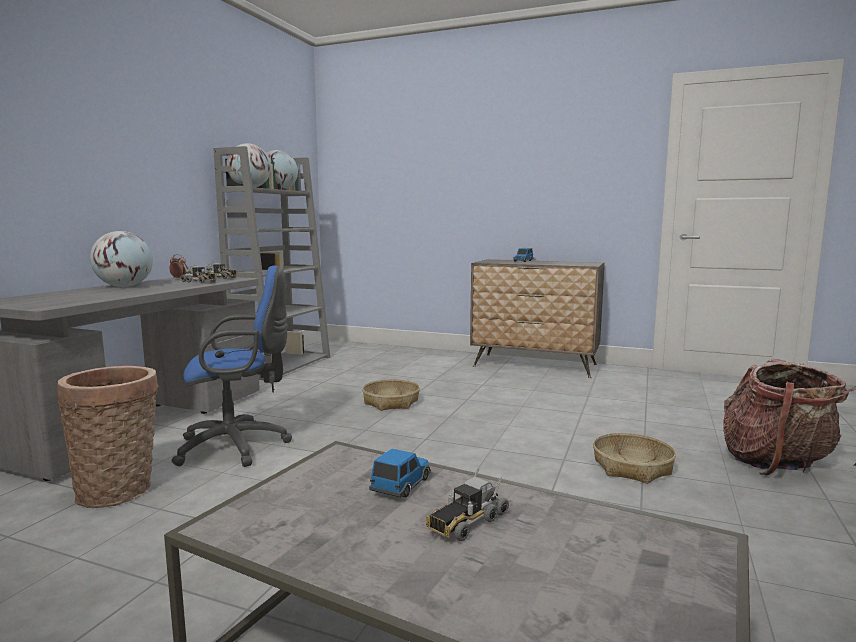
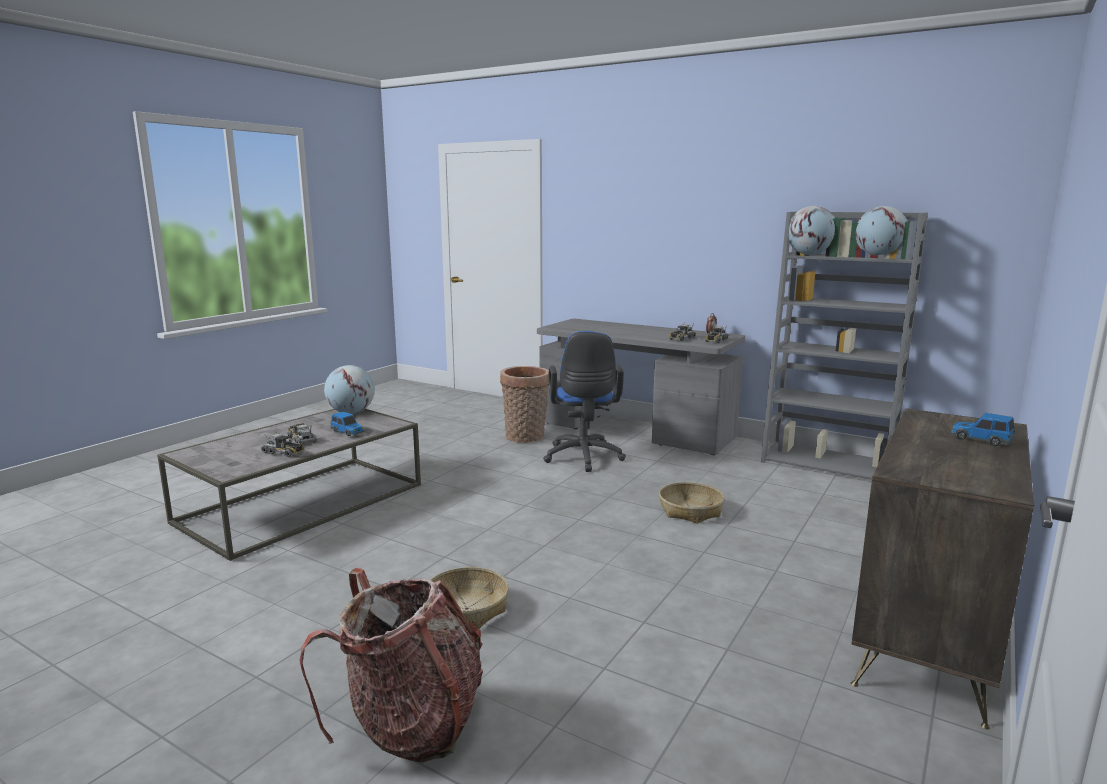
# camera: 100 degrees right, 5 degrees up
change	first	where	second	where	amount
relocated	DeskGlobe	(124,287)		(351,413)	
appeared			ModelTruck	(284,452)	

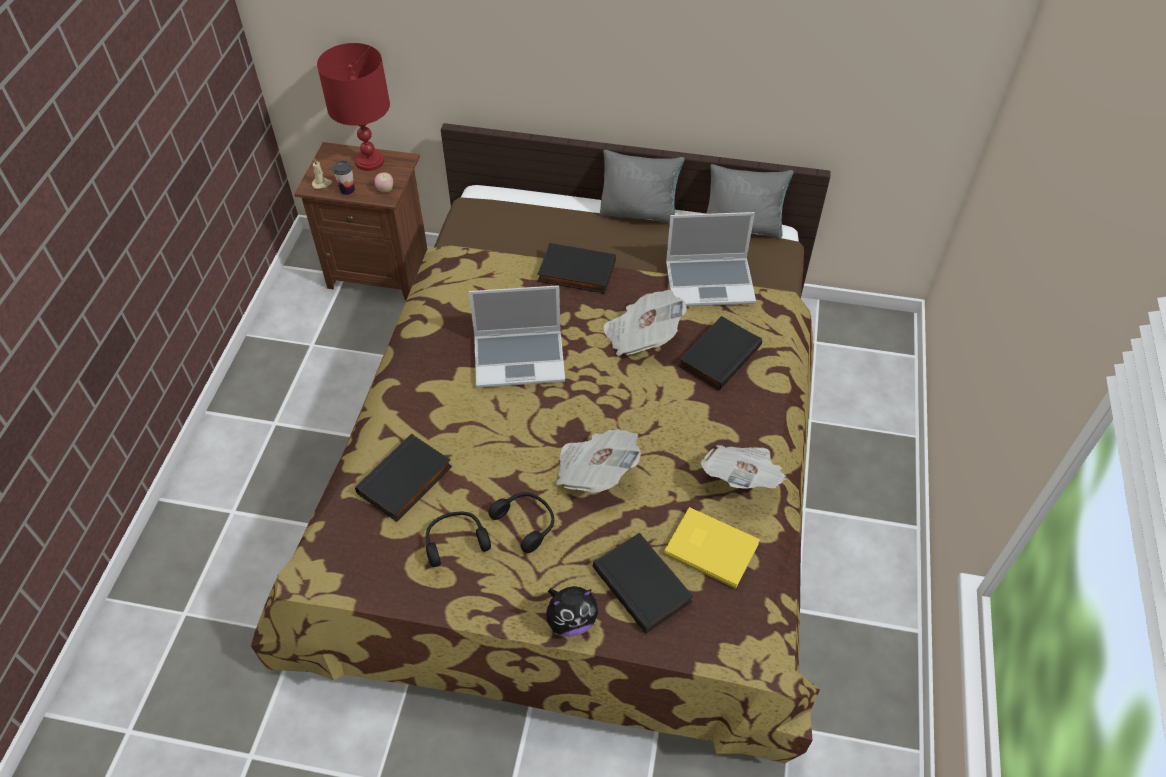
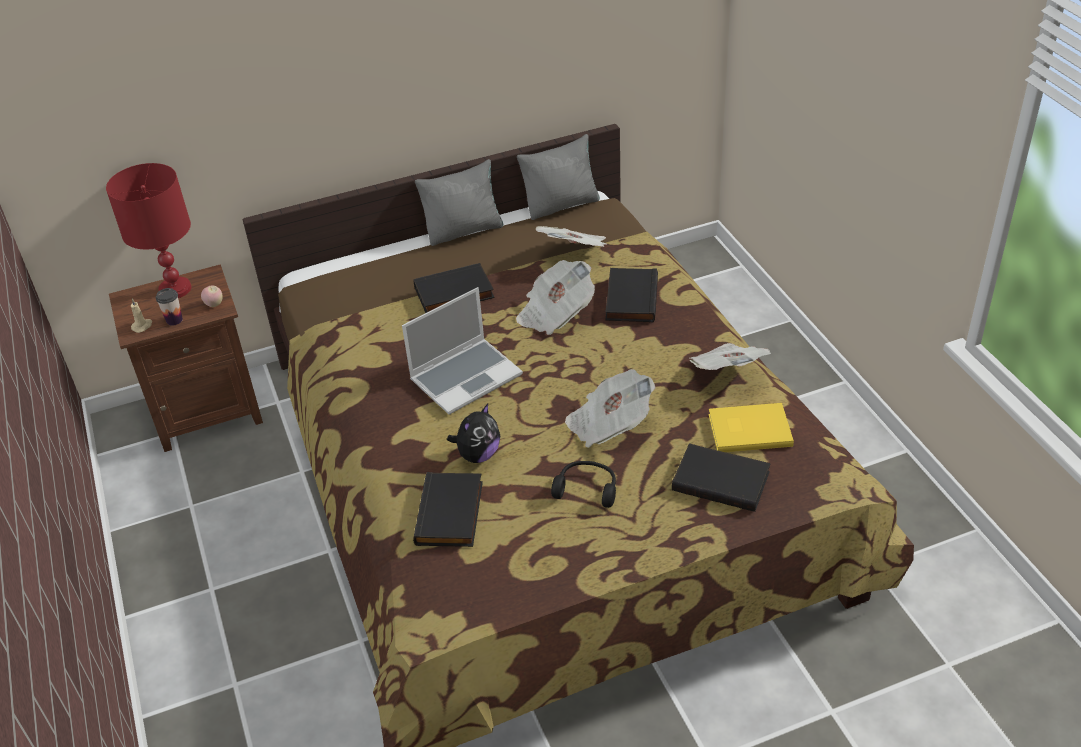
# camera: 30 degrees left, 10 degrees down
change	first	where	second	where	amount
exchanged	NotebookComputer	(710,282)	DailyPaper	(575,252)	
missing	BlackHeadset	(455,541)			
relocated	CuddlyToy	(571,621)		(478,454)	

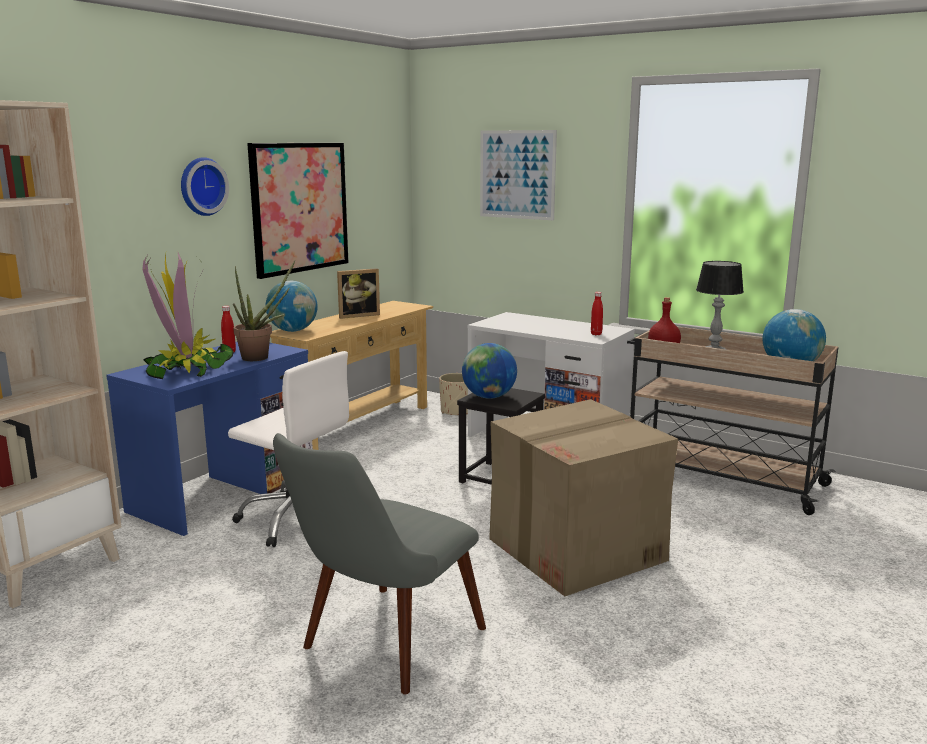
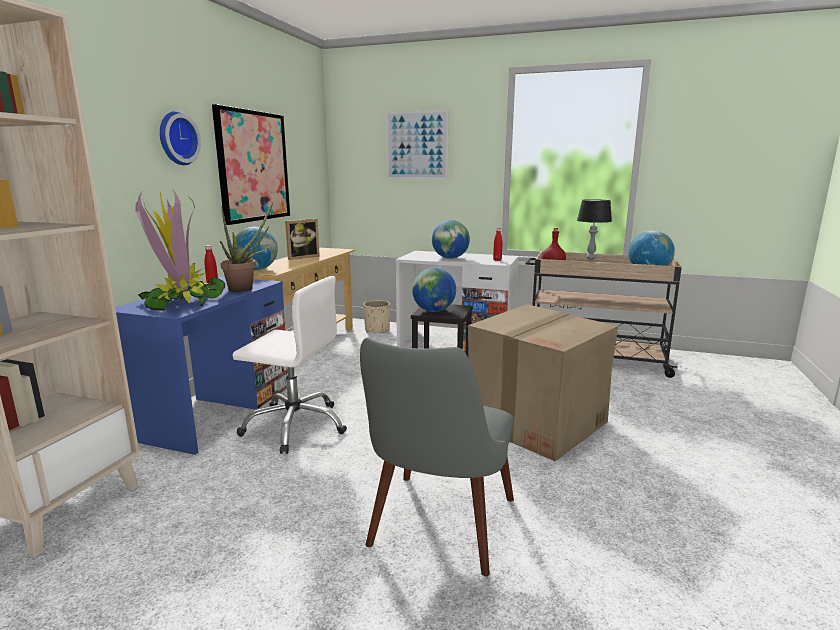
# camera: 15 degrees left, 0 degrees up
change	first	where	second	where	amount
appeared			DeskGlobe	(450,258)	

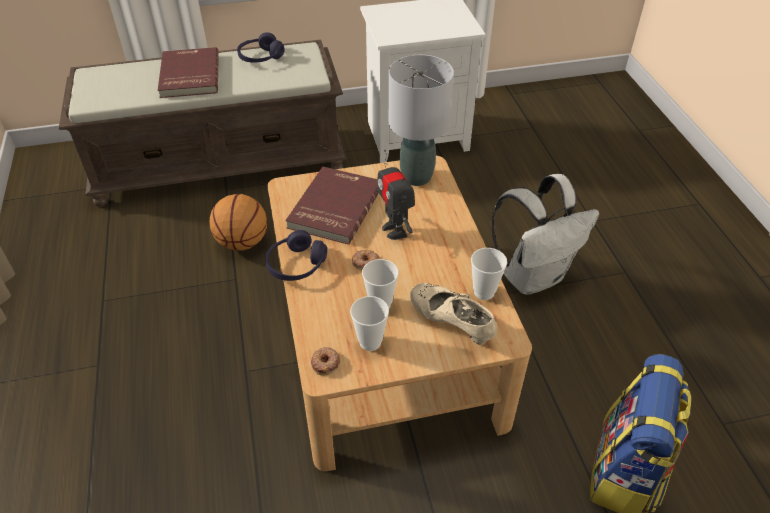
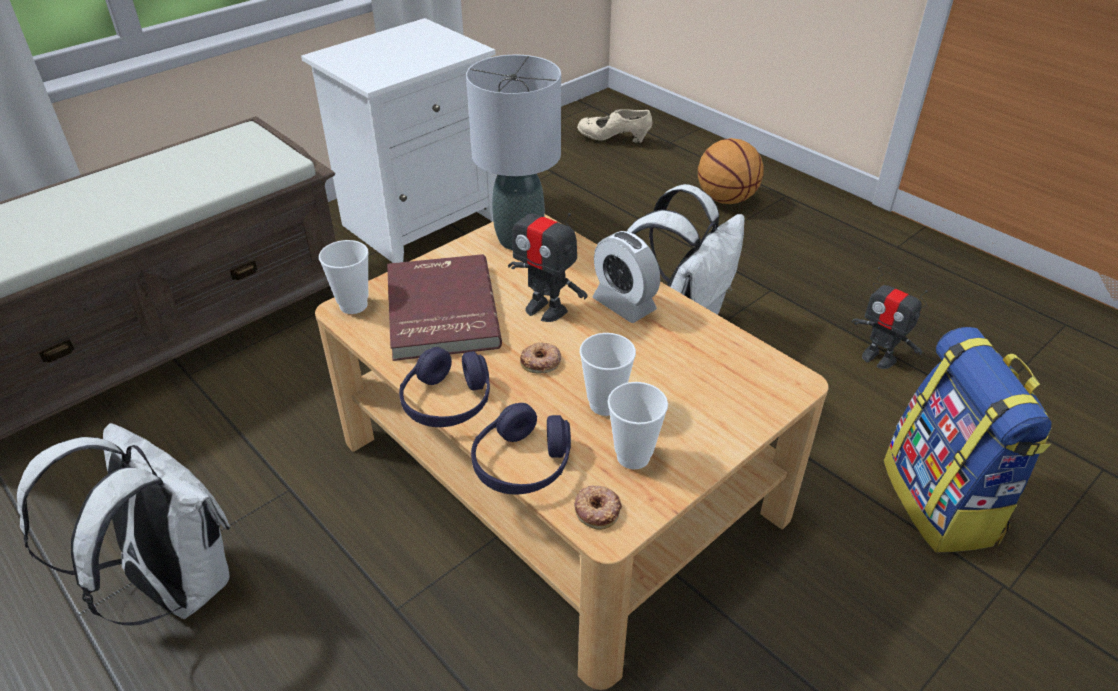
# camera: 30 degrees left, 5 degrees down
change	first	where	second	where	amount
relocated	PurpleColouredHeadset	(261,57)		(522,464)	
missing	ReddishVolume	(188,75)			
relocated	Basketball	(243,242)		(726,199)	
relocated	Cup	(484,292)		(353,305)	
relocated	BeigeLowShoe	(451,324)		(613,139)	
appeared			AlarmClock	(624,304)	
appeared			ToyRobot	(878,358)	
appeared			WhiteColouredKnapsack	(173,585)	

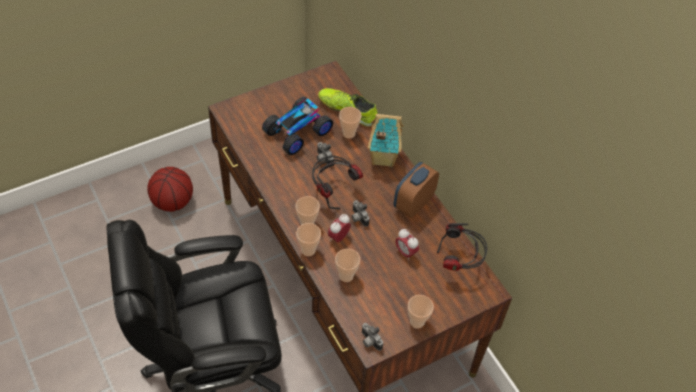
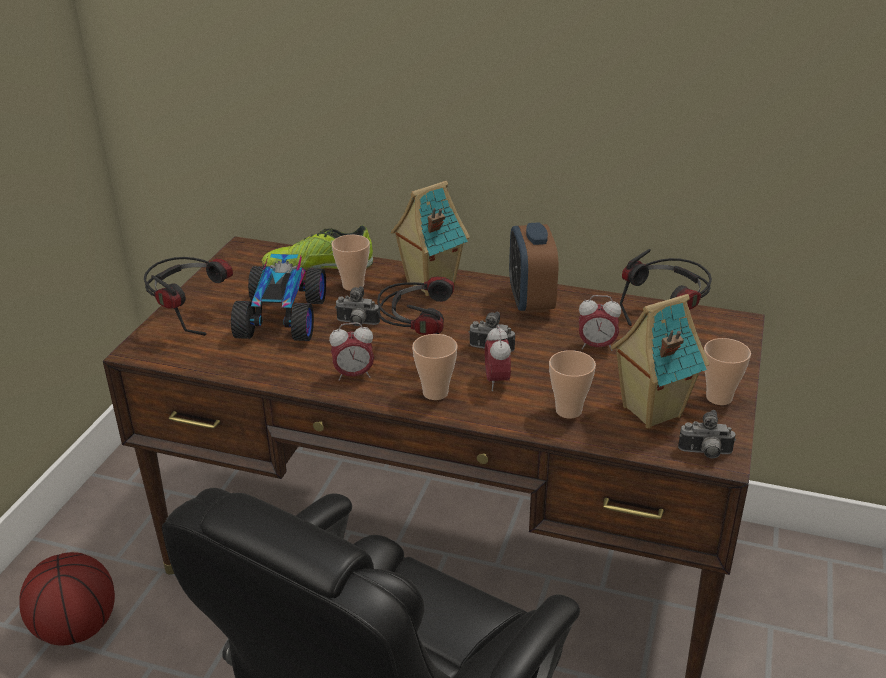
# camera: 40 degrees left, 20 degrees down
change	first	where	second	where	amount
missing	Cup	(308,250)			
appeared			Headset	(190,318)	
appeared			ModelHouse	(649,411)	
appeared			AlarmClock	(353,375)	

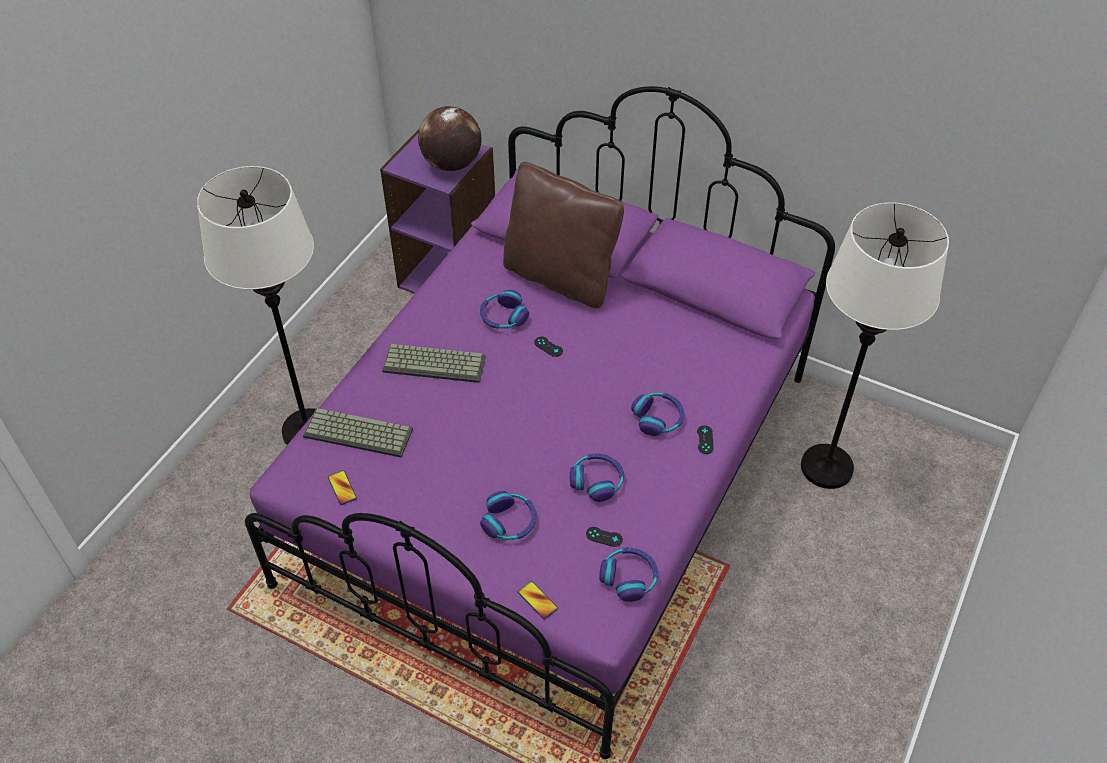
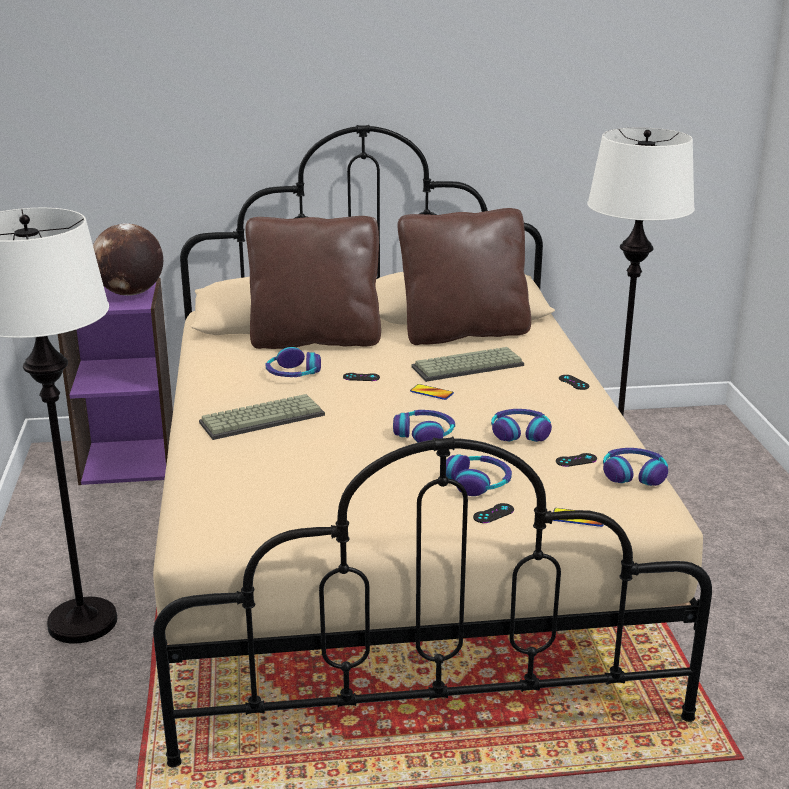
# camera: 35 degrees left, 25 degrees down
change	first	where	second	where	amount
colour	PurpleColouredBedroomBed	(554,476)	BeigeBedroomBed	(395,551)	
relocated	Headset	(658,418)		(424,434)	
relocated	Keyboard	(356,434)		(467,367)	
relocated	Phone	(342,488)		(431,393)	
appeared			BrownishThrowPillow	(464,333)	
appeared			BlackGameController	(493,513)	

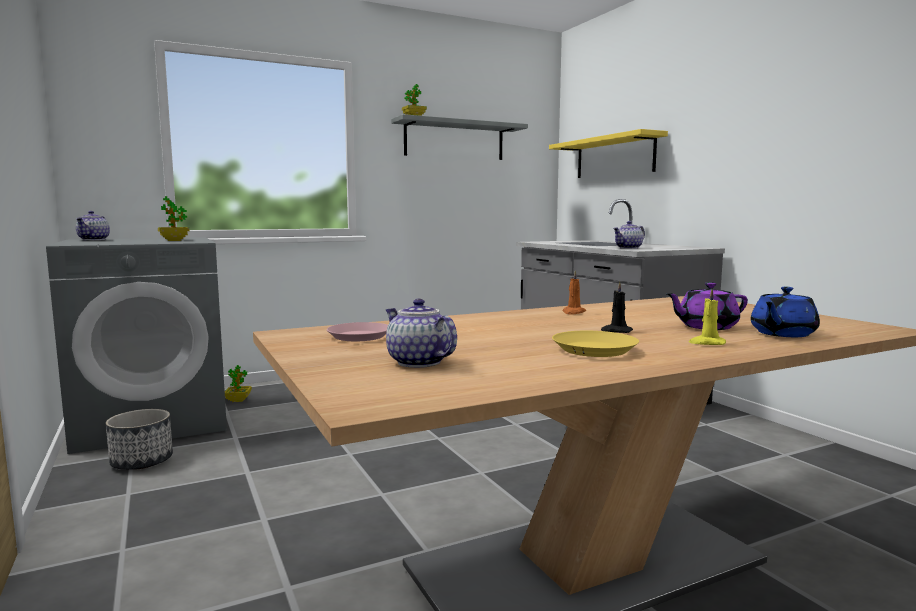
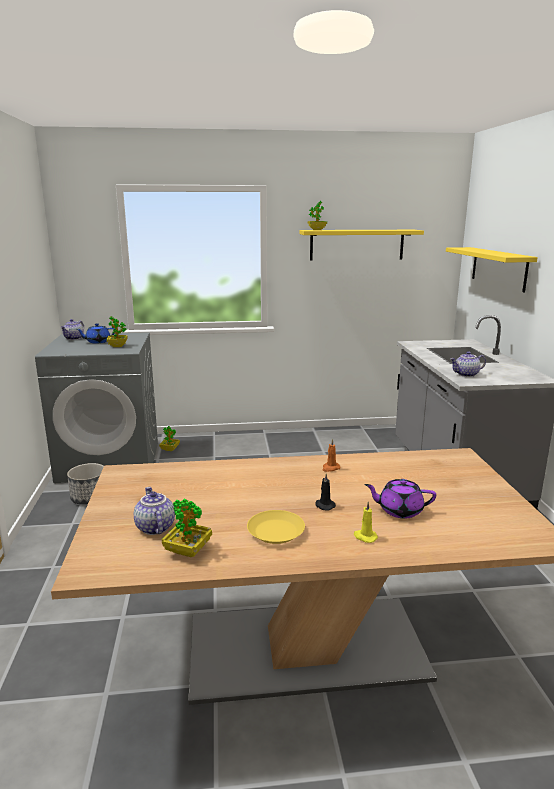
# camera: 20 degrees right, 10 degrees up
change	first	where	second	where	amount
colour	GreyShelf	(454,140)	YellowishShelf	(357,244)	
relocated	BluishTeapot	(782,334)		(97,342)	
missing	PinkColouredFlatDish	(359,336)			
appeared			PottedPlant	(188,551)	

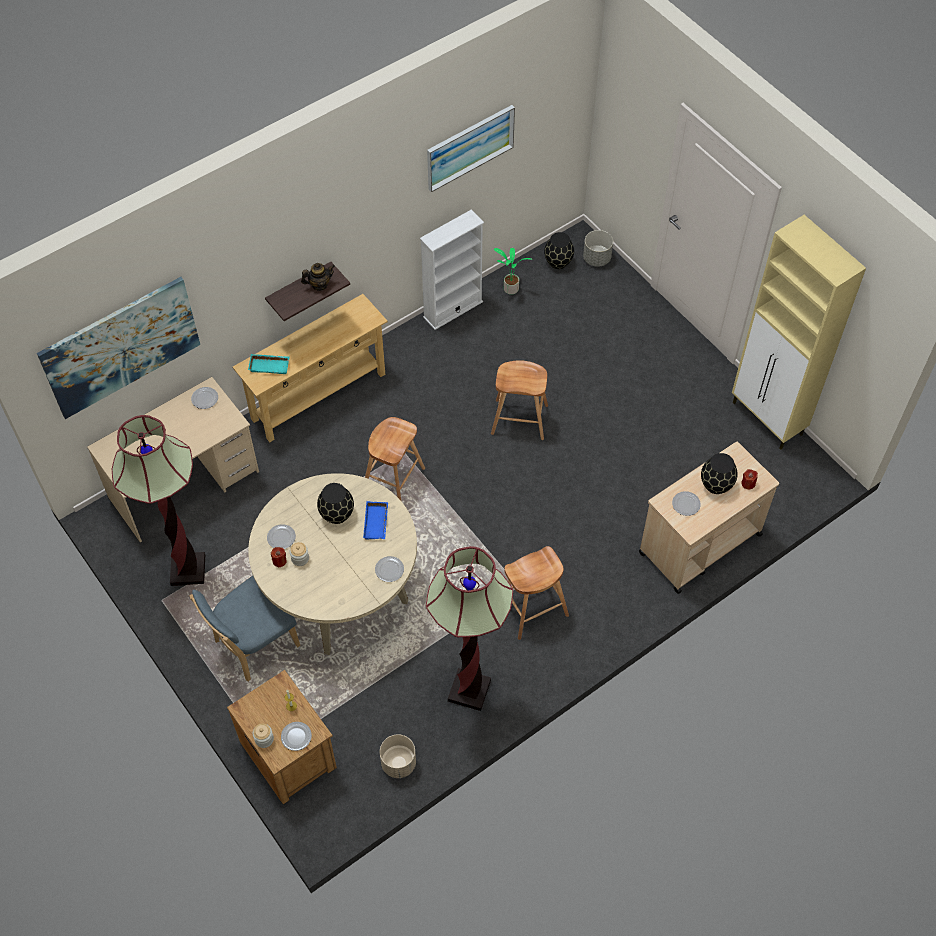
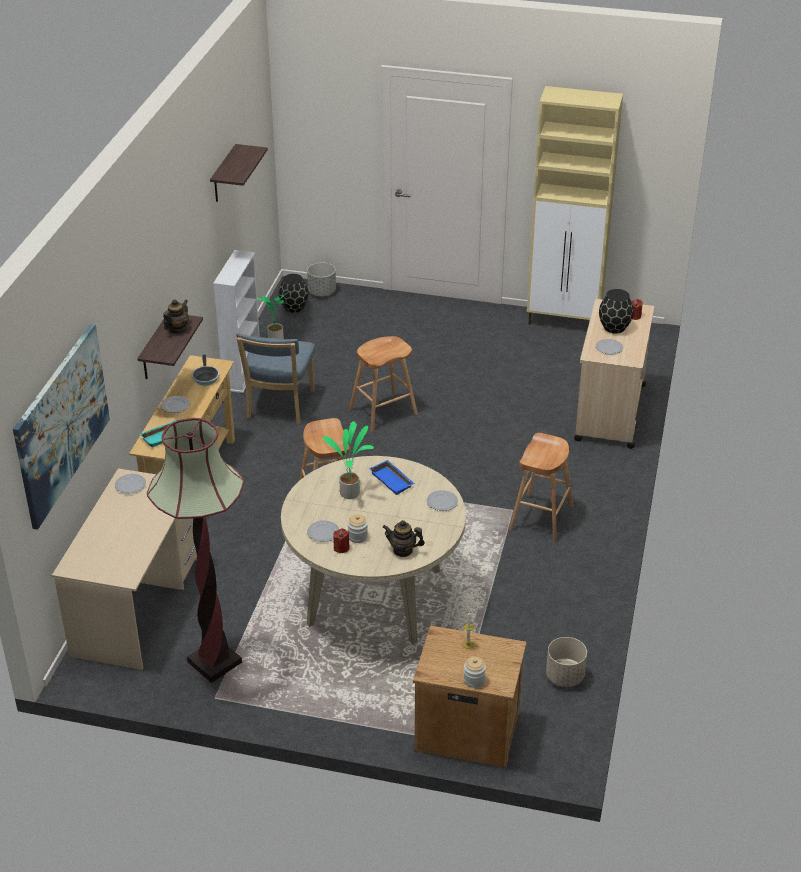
# camera: 40 degrees left, 20 degrees down
change	first	where	second	where	amount
exchanged	WallPicture	(470,147)	Shelf	(223,175)	
exchanged	BlackDecorativeVase	(336,514)	PottedPlant	(351,493)	
missing	StandardLamp	(469,690)			
relocated	BluishUprightChair	(253,645)		(279,406)	
relocated	FlatDish	(296,737)		(175,406)	
appeared			FryingPan	(205,377)	
appeared			Teapot	(403,550)	

